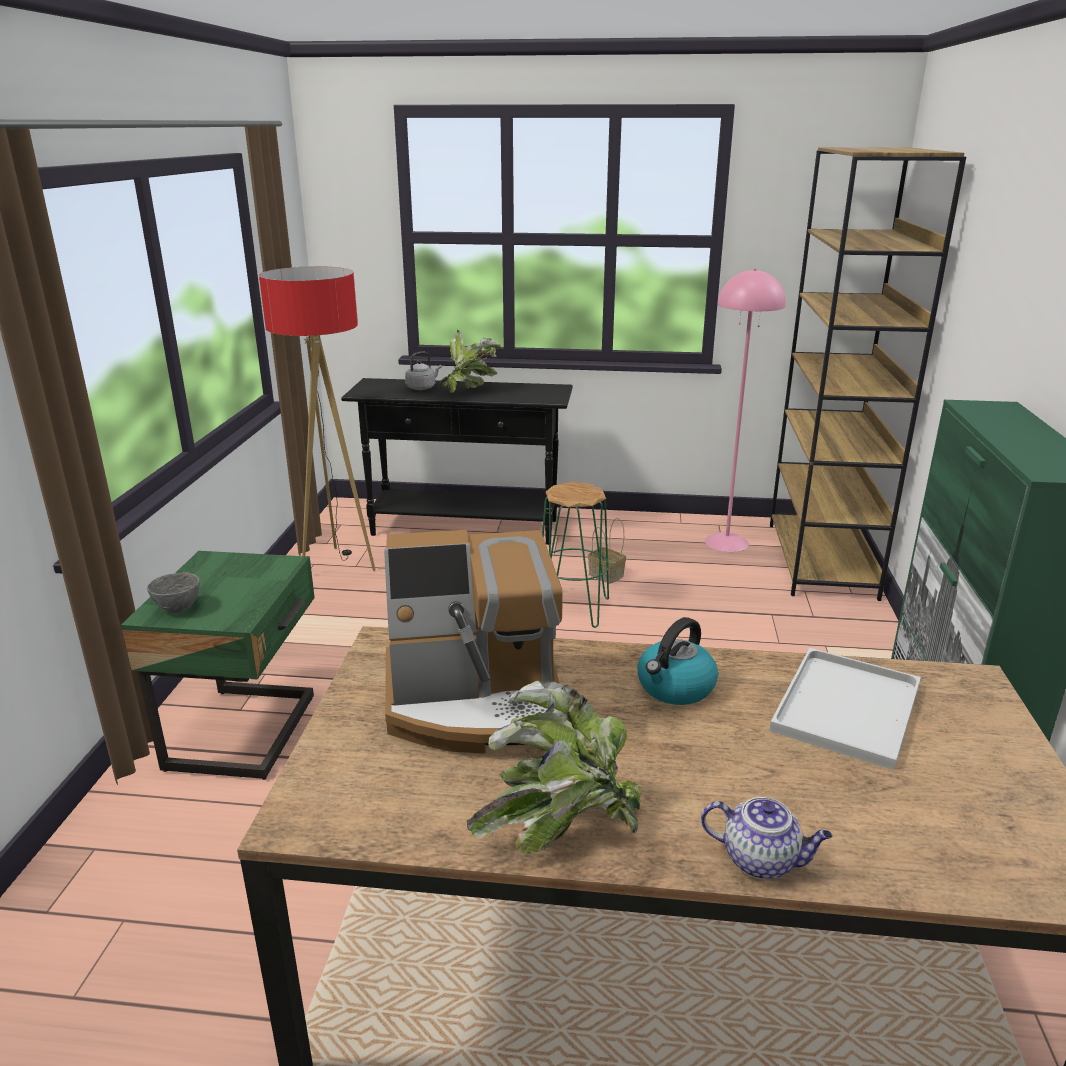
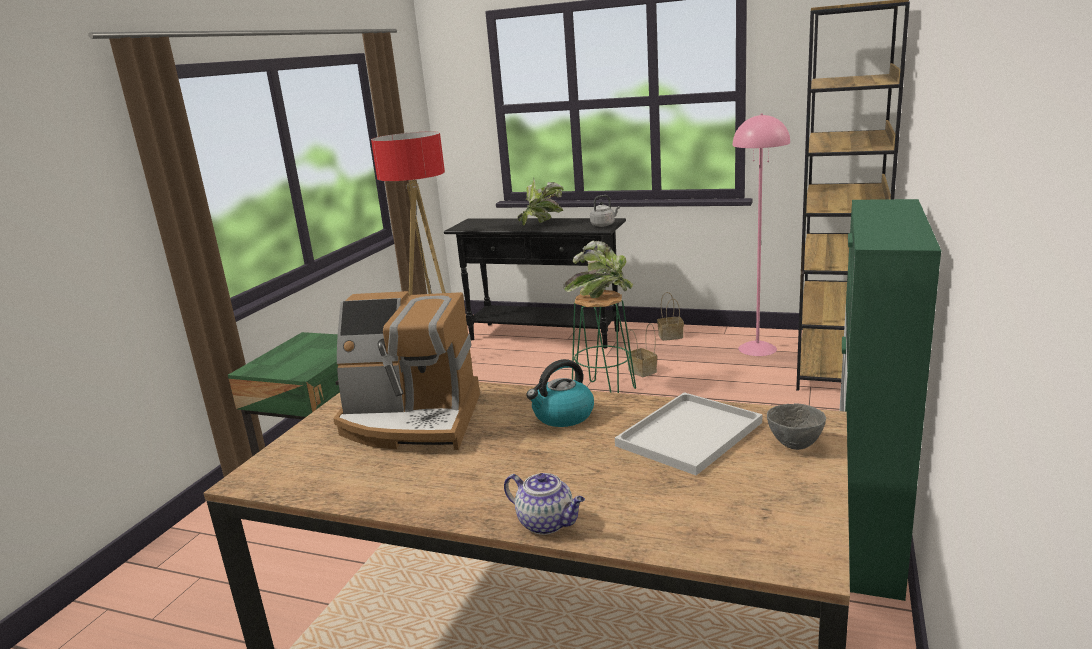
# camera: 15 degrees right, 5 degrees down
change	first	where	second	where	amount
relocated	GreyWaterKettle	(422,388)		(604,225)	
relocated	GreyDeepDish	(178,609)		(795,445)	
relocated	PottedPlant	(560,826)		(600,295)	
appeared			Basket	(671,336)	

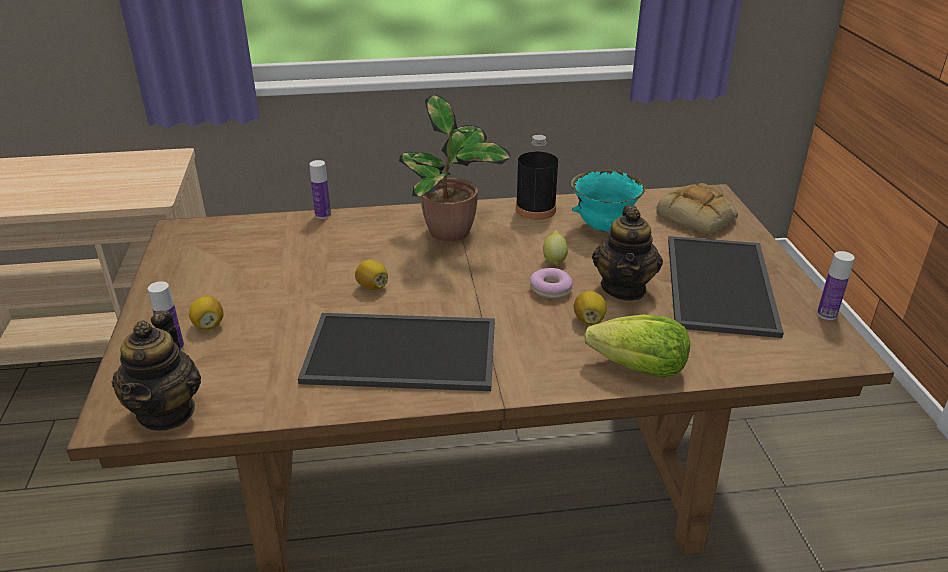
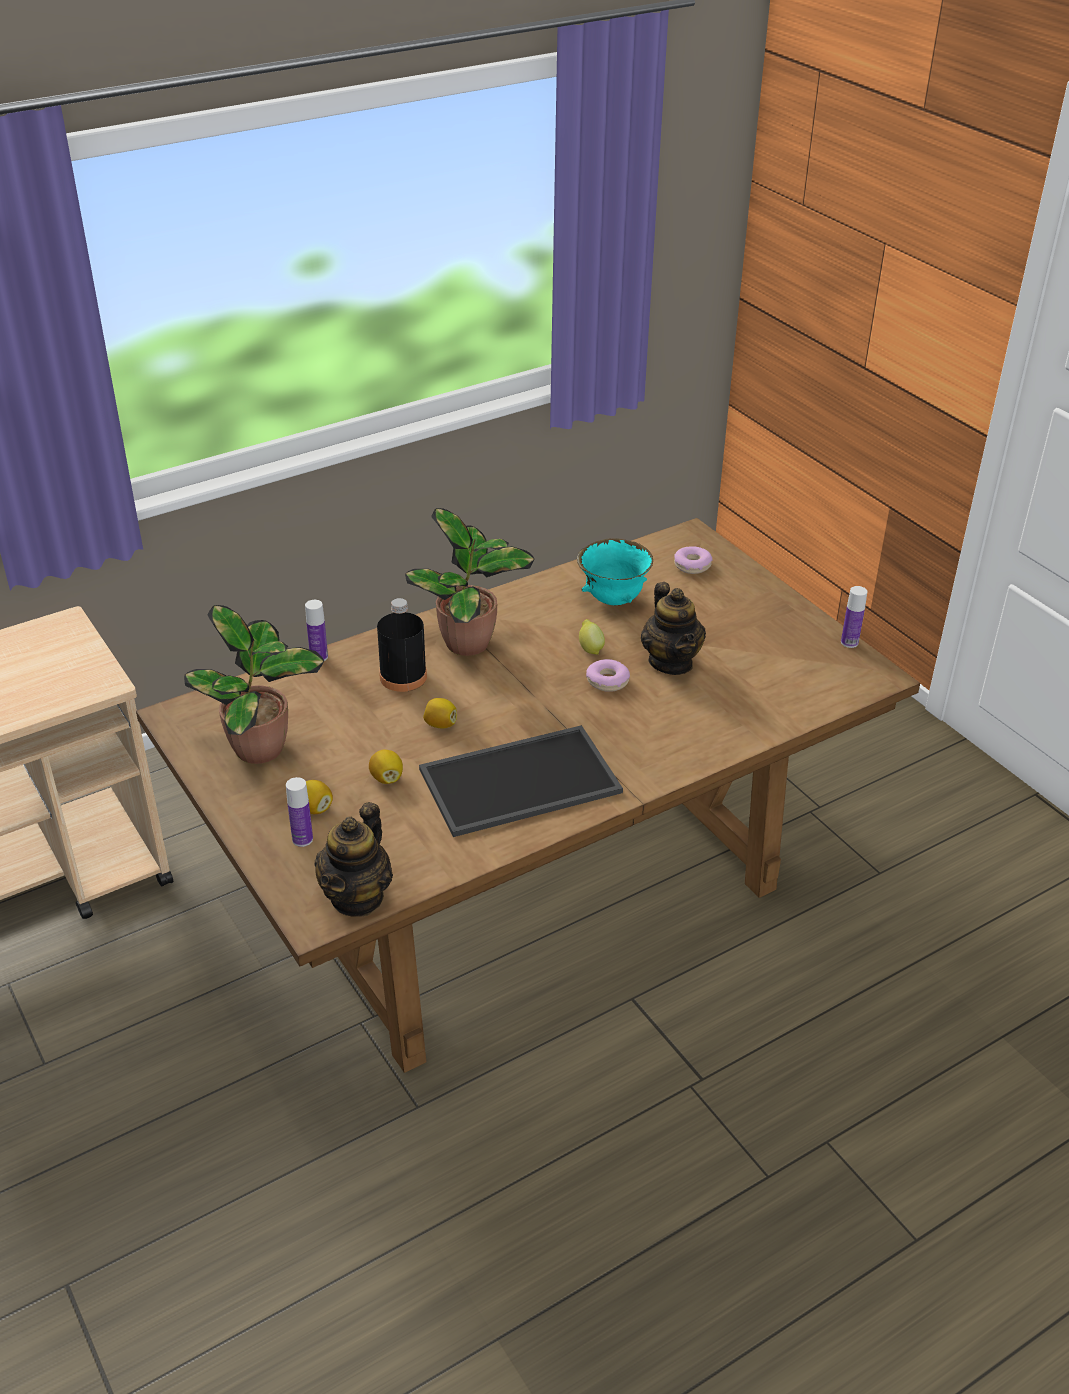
# camera: 25 degrees left, 5 degrees up
change	first	where	second	where	amount
relocated	BlackDrinkBottle	(535,209)		(403,677)	
exchanged	BakedBread	(698,217)	RingDoughnut	(692,565)	
missing	Tray	(723,286)			
relocated	CitrusFruit	(589,320)		(386,778)	
spun	Teapot	(167,411)		(357,897)	45 degrees clockwise
missing	Lettuce	(639,369)			
appeared			PottedPlant	(262,749)	

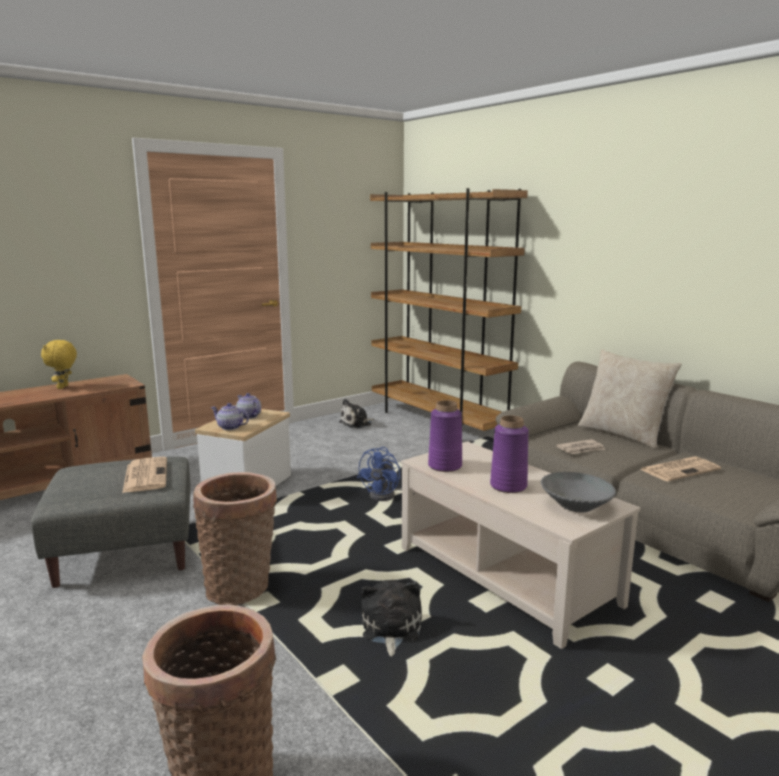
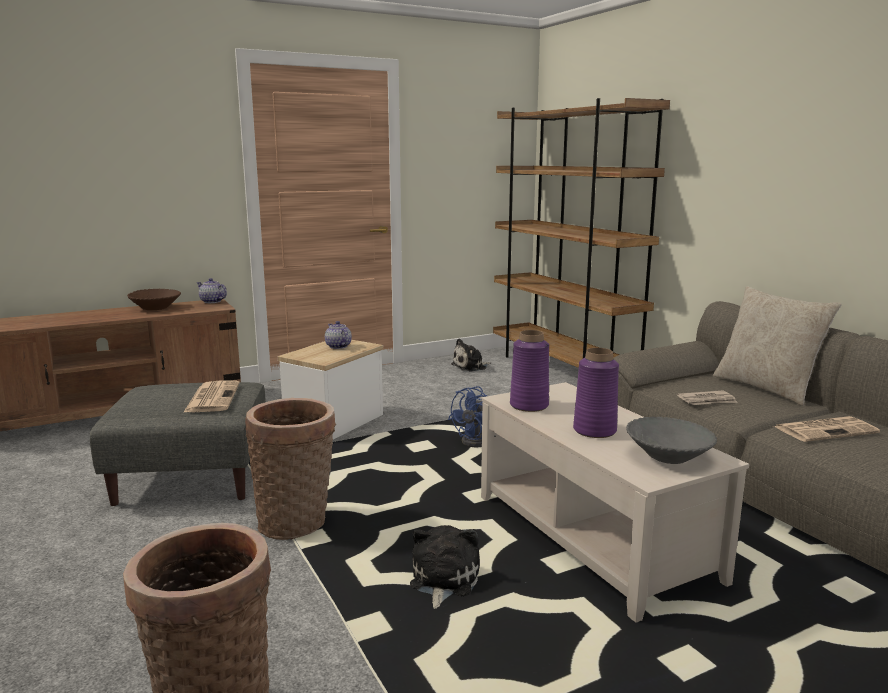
# camera: 10 degrees right, 0 degrees up
change	first	where	second	where	amount
exchanged	YellowishCuddlyToy	(63,387)	BrownishDeepDish	(155,308)	
relocated	Teapot	(230,427)		(212,301)	

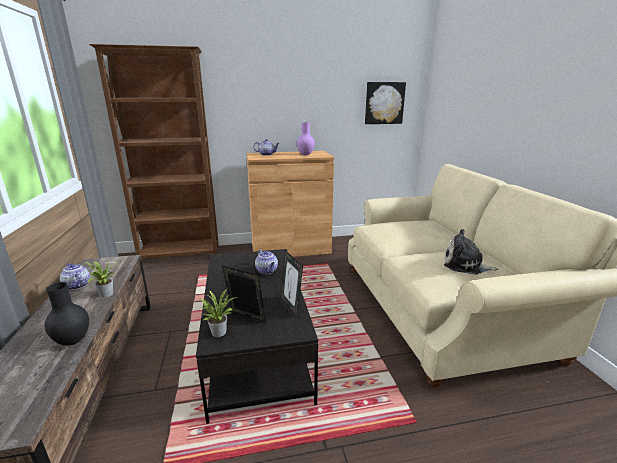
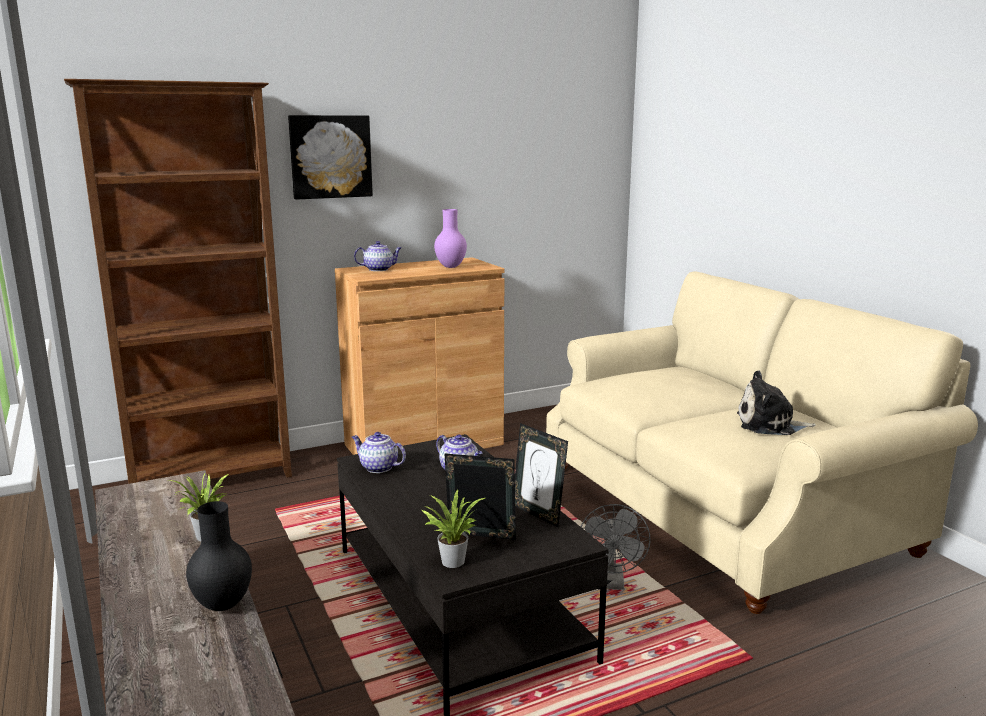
# camera: 15 degrees left, 5 degrees down
change	first	where	second	where	amount
relocated	WallPicture	(384,103)		(330,156)	
relocated	Teapot	(77,285)		(378,467)	
appeared			GreyFan	(612,583)	

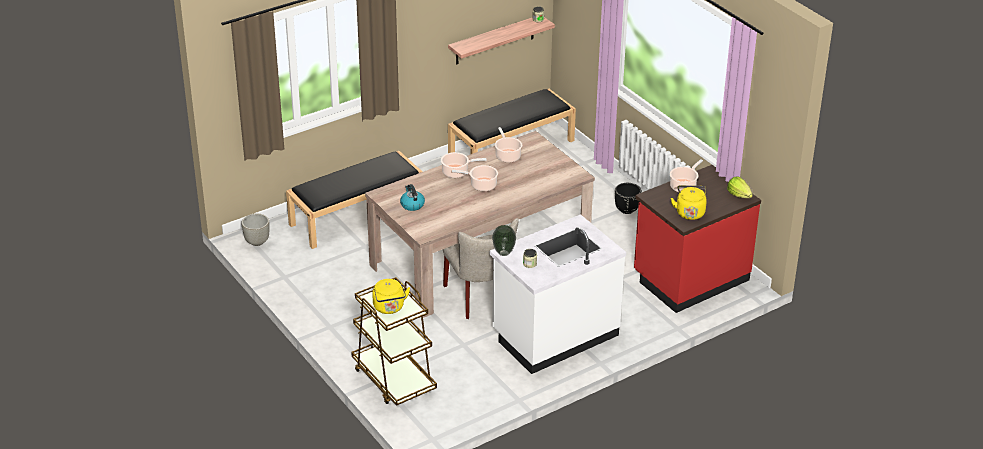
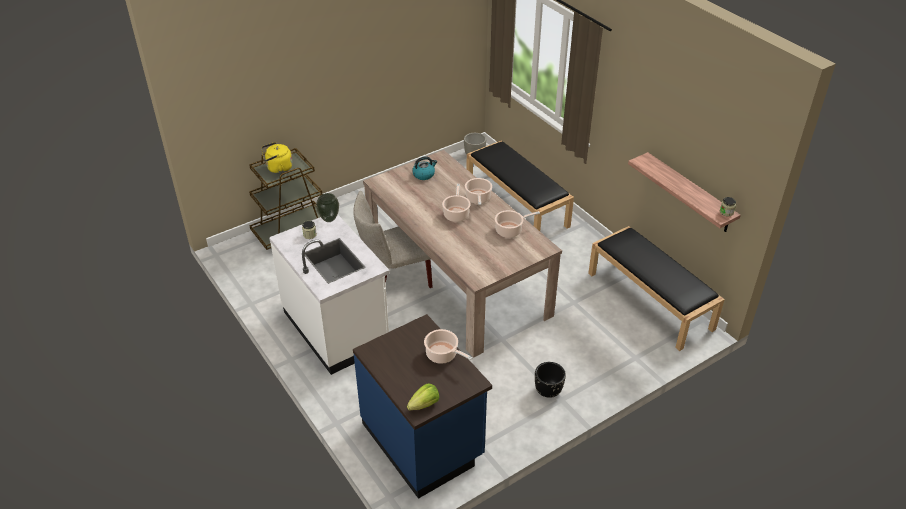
# camera: 90 degrees right, 5 degrees up
change	first	where	second	where	amount
colour	ReddishKitchenBaseUnit	(690,277)	BluishKitchenBaseUnit	(423,440)	
missing	YellowishWaterKettle	(689,212)			

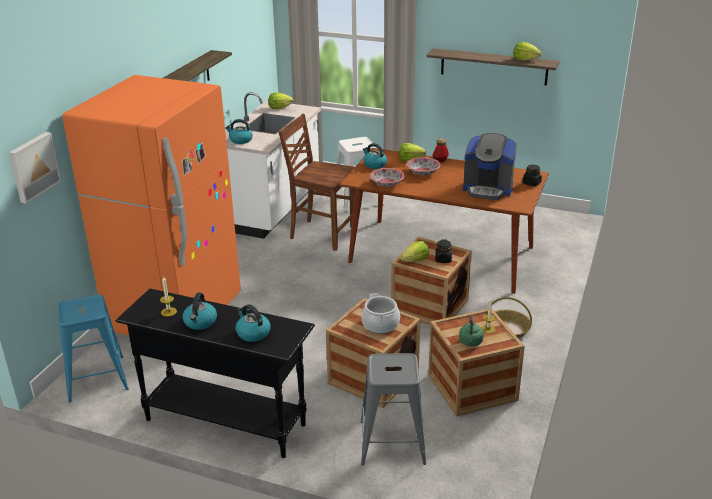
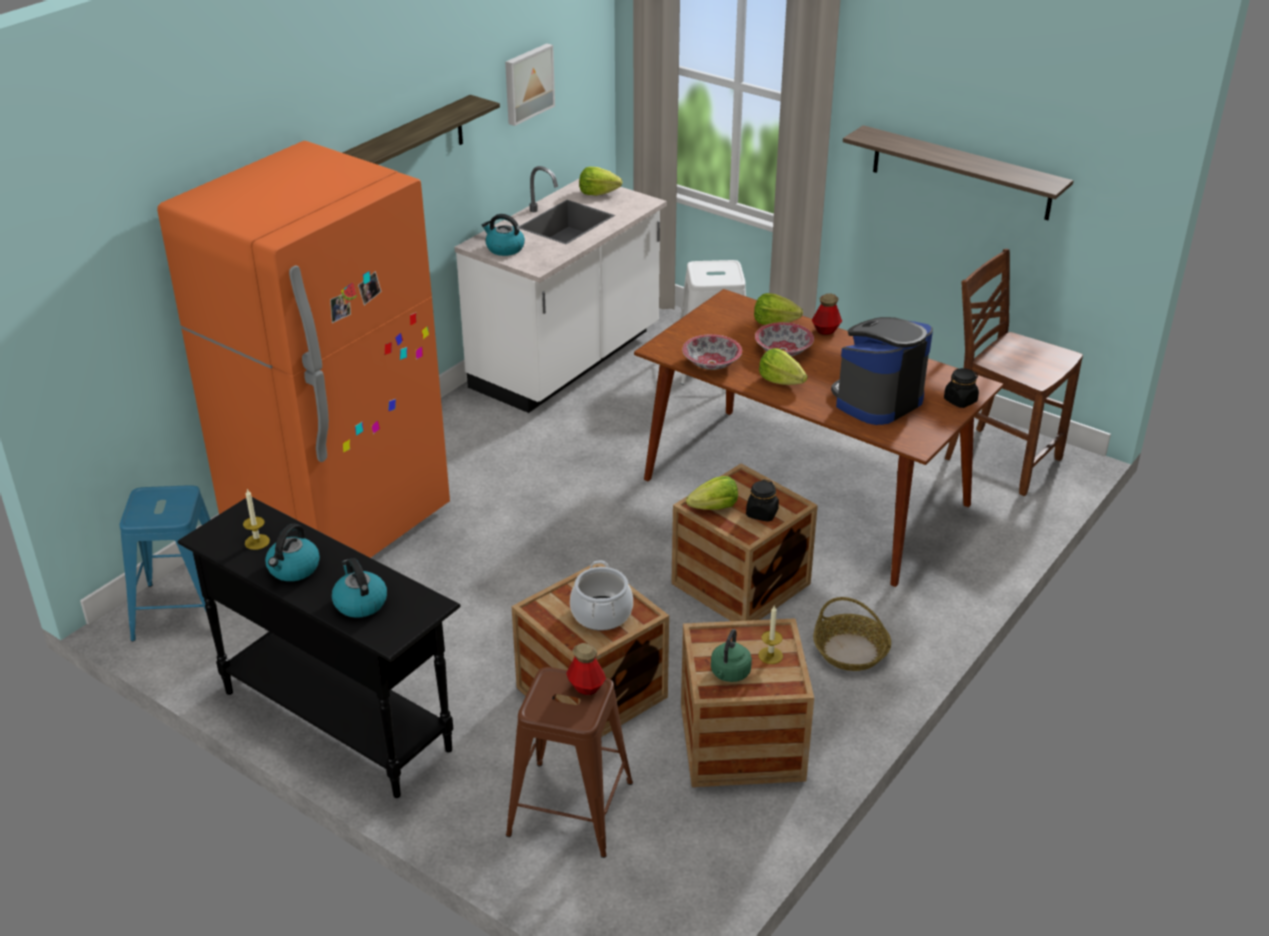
# camera: 15 degrees right, 5 degrees up
change	first	where	second	where	amount
relocated	Lettuce	(525,59)		(781,381)	
relocated	BrownishUprightChair	(321,234)		(1000,459)	
relocated	WallPicture	(33,166)		(527,83)	
spun	CoffeeMaker	(488,189)		(877,400)	105 degrees clockwise
missing	WaterKettle	(374,165)			
colour	GreyStoolSeat	(392,442)	BrownishStoolSeat	(571,808)	
appeared			DrinkBottle	(586,687)	

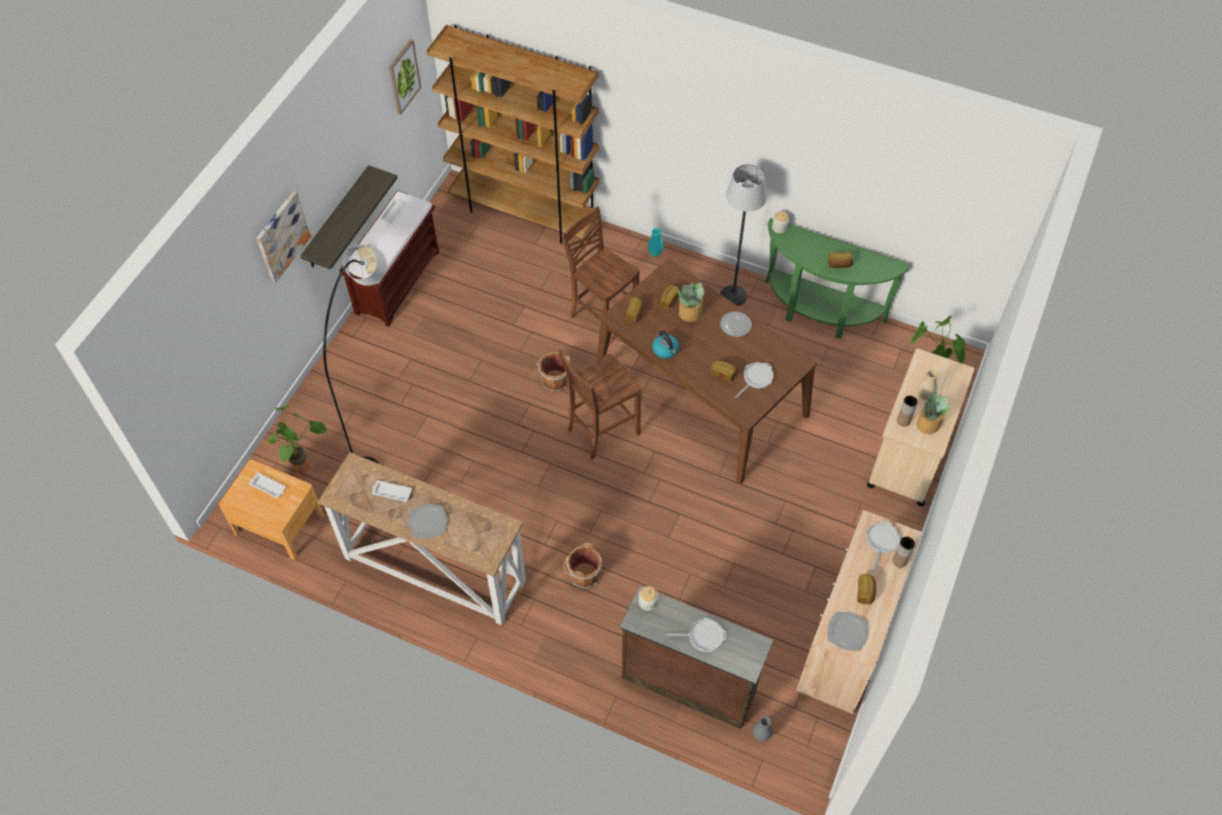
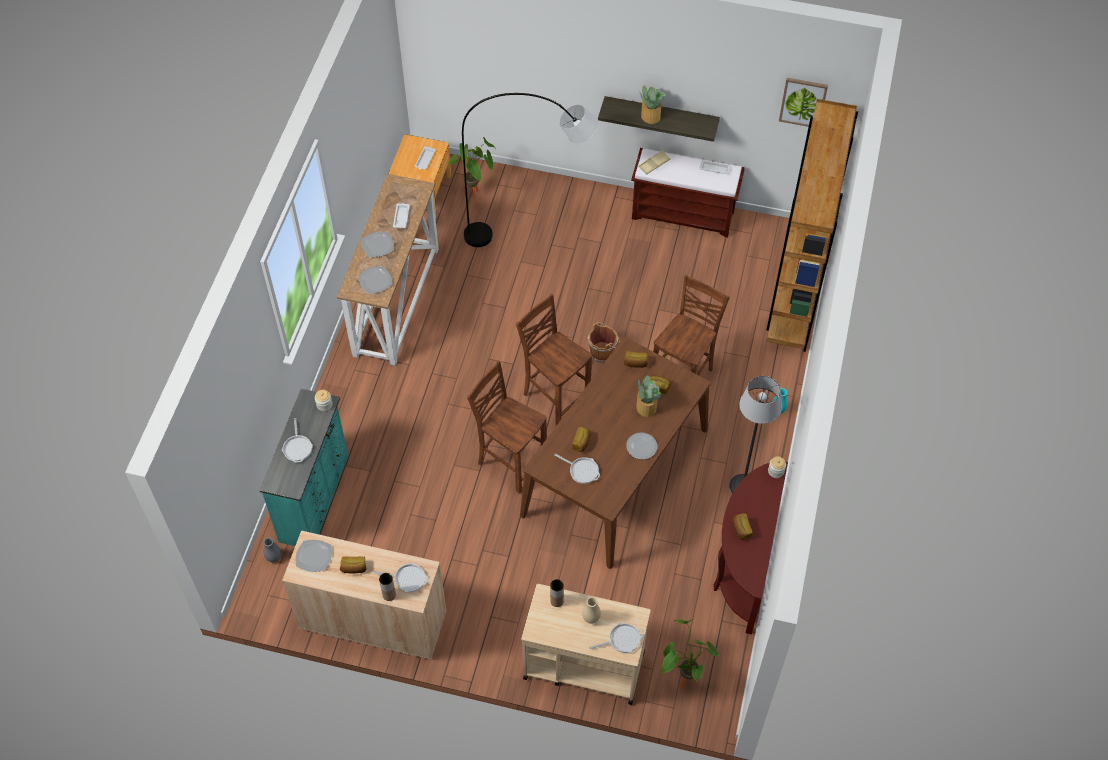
# camera: 80 degrees right, 0 degrees up
change	first	where	second	where	amount
missing	WallPicture	(282,236)			
colour	GreenConsoleTable	(820,312)	BrownishConsoleTable	(743,568)	
missing	WaterKettle	(666,350)			
relocated	PottedPlant	(927,424)		(650,116)	
missing	BrownishWaterBucket	(583,575)			
colour	BrownishDresser	(688,683)	BlueGreenDresser	(316,498)	
appeared			FlatDish	(375,280)	
appeared			BrownishUprightChair	(510,461)	
appeared			FryingPan	(622,640)	

